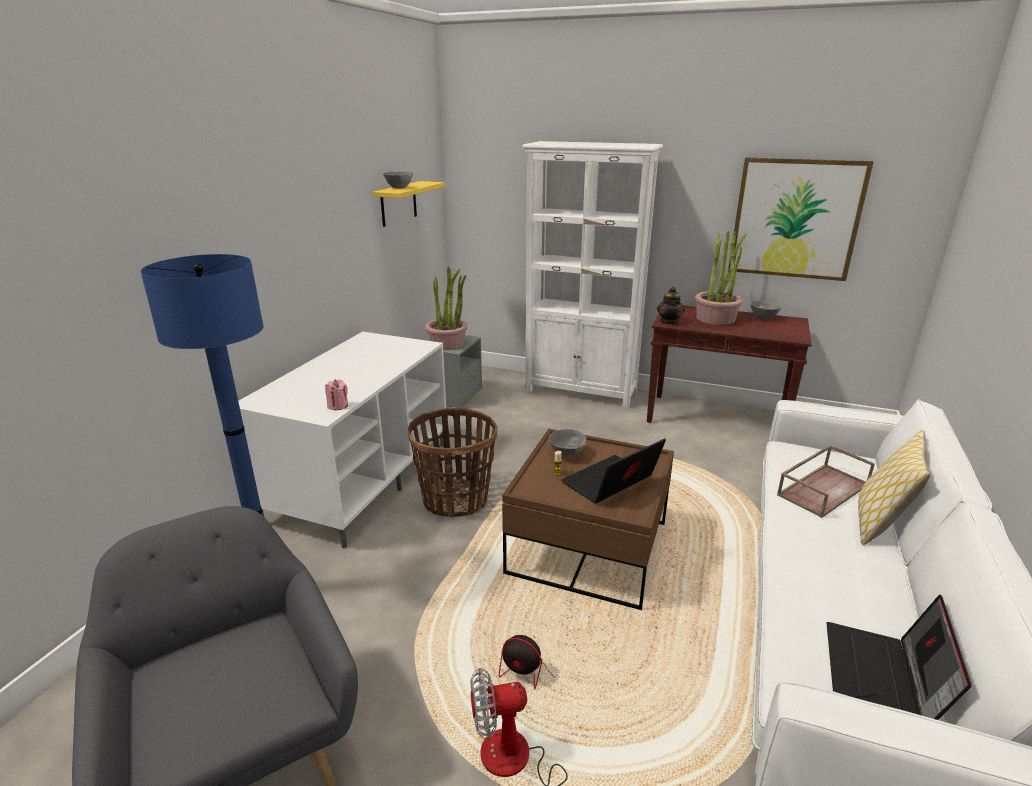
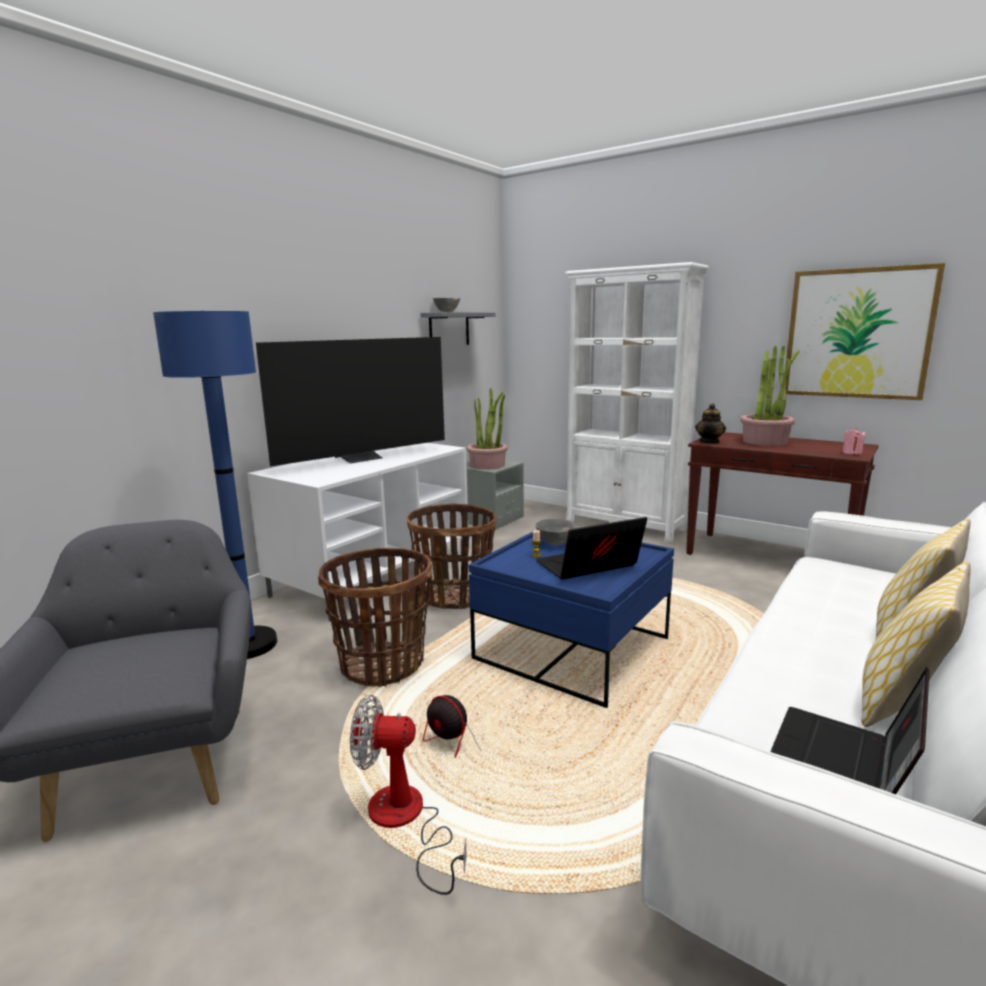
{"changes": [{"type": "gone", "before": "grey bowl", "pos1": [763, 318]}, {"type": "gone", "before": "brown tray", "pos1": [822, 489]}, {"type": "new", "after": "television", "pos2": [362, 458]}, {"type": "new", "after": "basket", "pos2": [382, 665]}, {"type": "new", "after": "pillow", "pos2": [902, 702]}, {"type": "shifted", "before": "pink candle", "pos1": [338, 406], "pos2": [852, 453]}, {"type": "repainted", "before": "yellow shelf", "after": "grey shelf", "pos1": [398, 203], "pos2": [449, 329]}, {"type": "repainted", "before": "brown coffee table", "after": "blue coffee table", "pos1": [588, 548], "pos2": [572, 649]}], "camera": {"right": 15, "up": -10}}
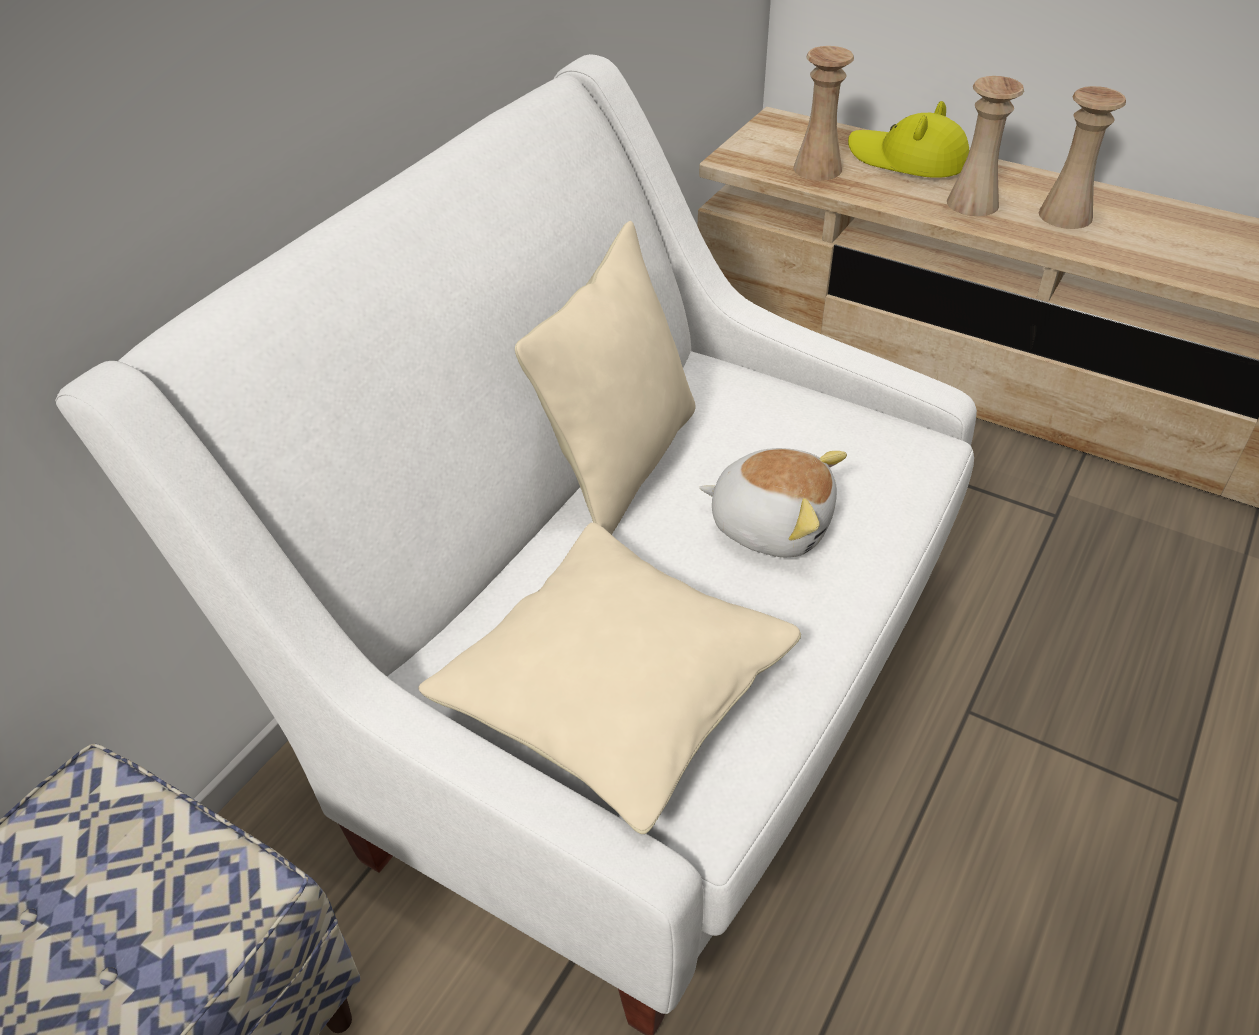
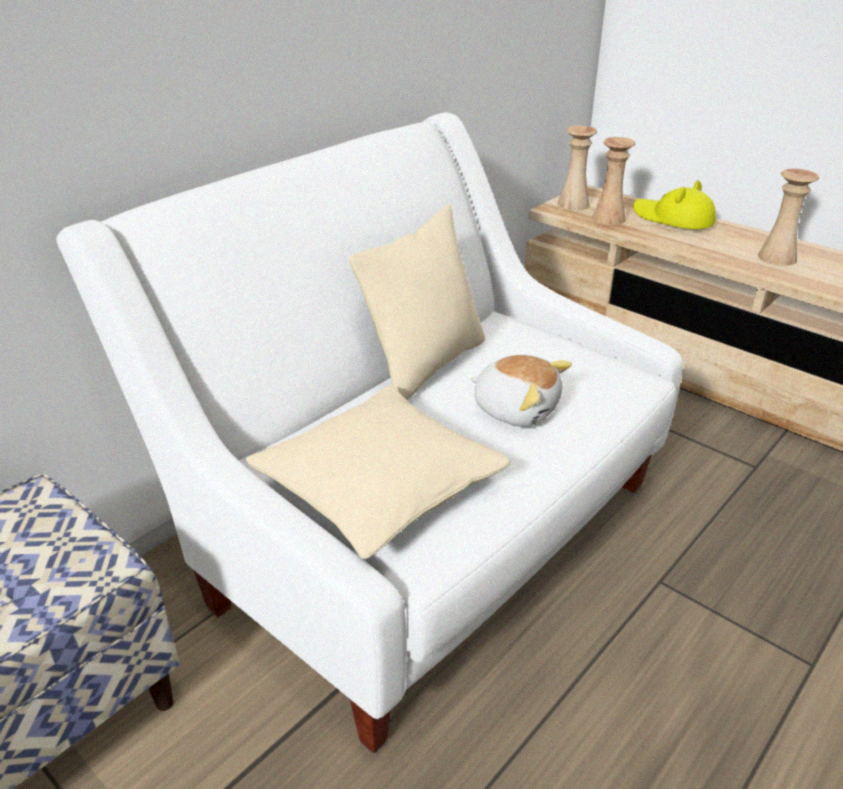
{"changes": [{"type": "shifted", "before": "beige vase", "pos1": [972, 203], "pos2": [573, 204]}], "camera": {"right": 10, "up": -10}}
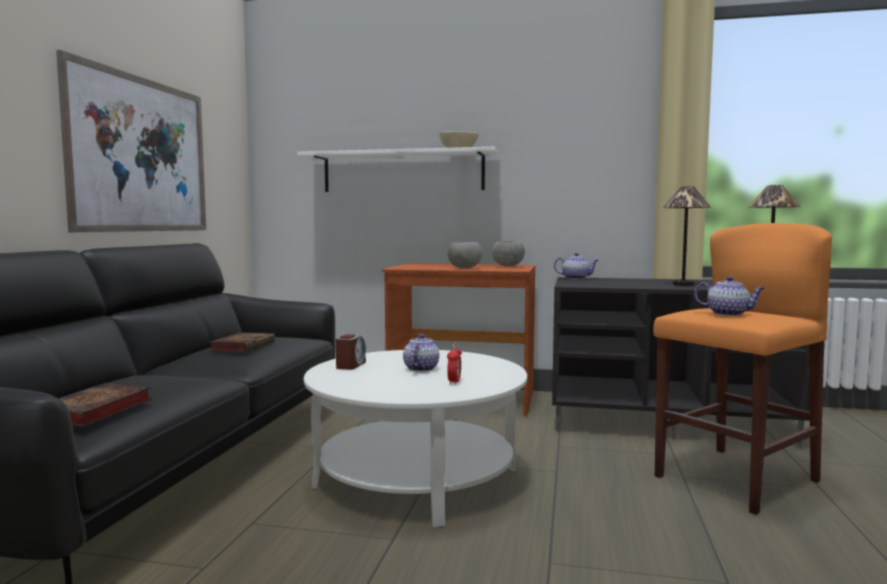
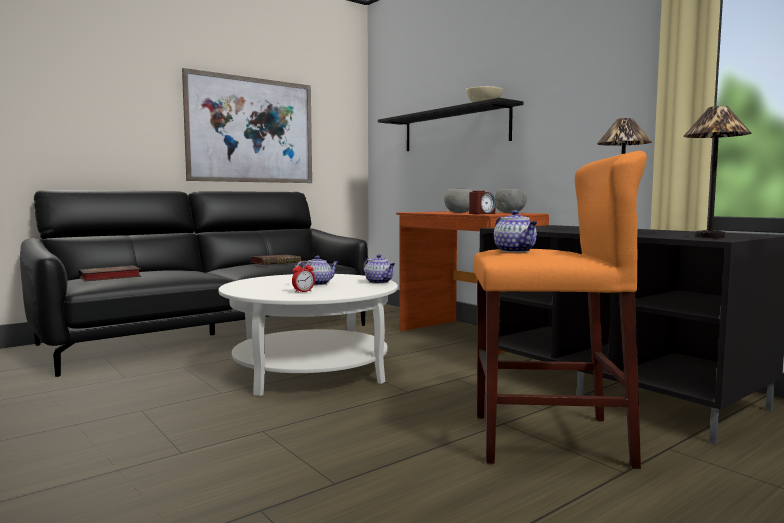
{"changes": [{"type": "shifted", "before": "alarm clock", "pos1": [350, 365], "pos2": [481, 213]}, {"type": "shifted", "before": "teapot", "pos1": [576, 278], "pos2": [379, 282]}, {"type": "repainted", "before": "white shelf", "after": "black shelf", "pos1": [402, 172], "pos2": [454, 129]}], "camera": {"right": 40, "up": 0}}
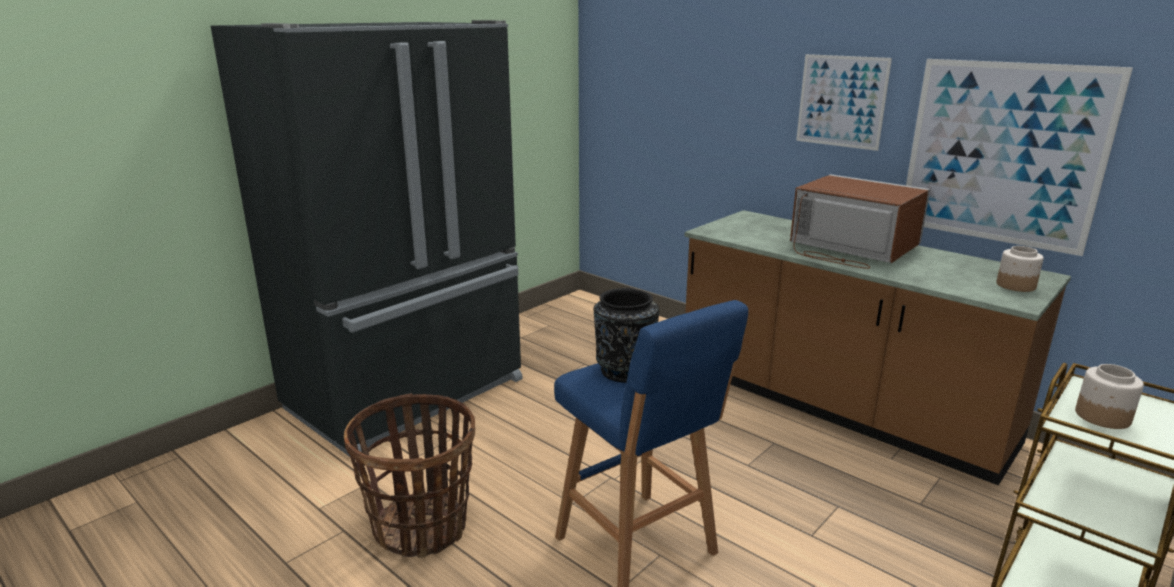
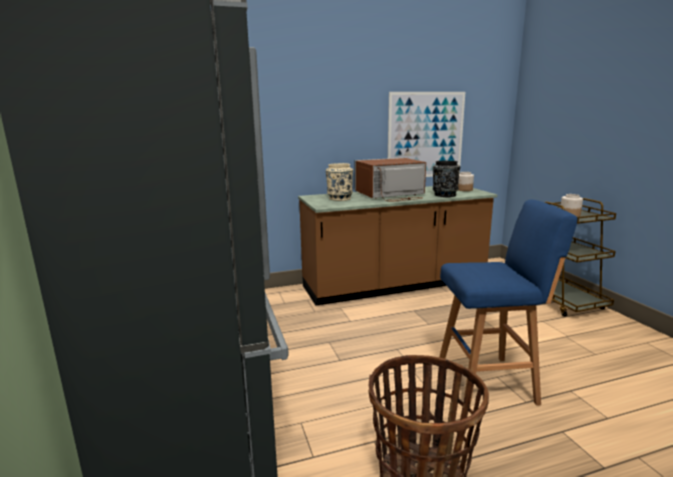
{"changes": [{"type": "gone", "before": "picture", "pos1": [841, 101]}, {"type": "new", "after": "beige vase", "pos2": [339, 198]}, {"type": "shifted", "before": "black vase", "pos1": [624, 370], "pos2": [444, 195]}], "camera": {"right": -60, "up": -5}}
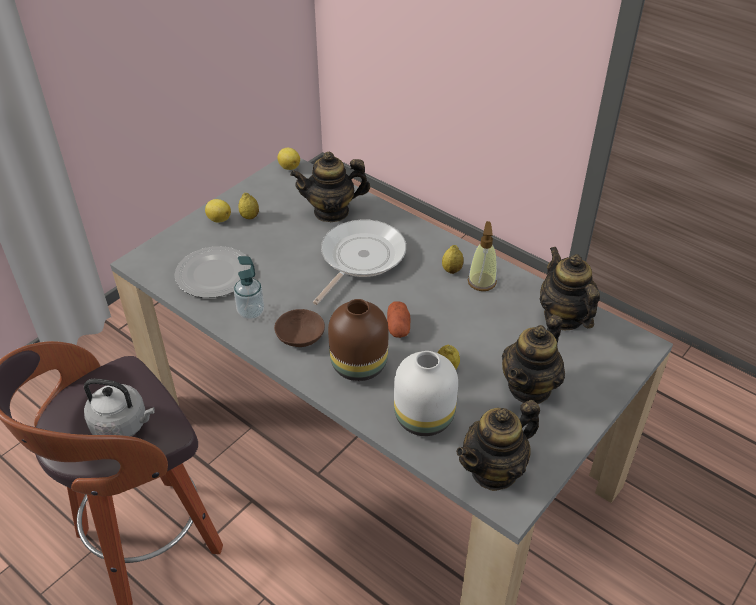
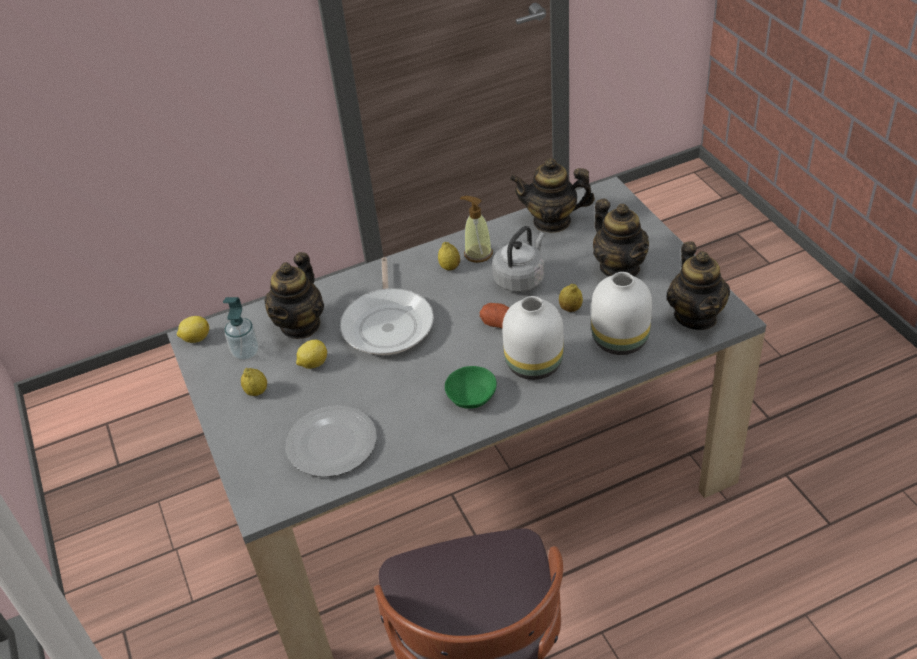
{"changes": [{"type": "shifted", "before": "grey kettle", "pos1": [123, 425], "pos2": [521, 278]}, {"type": "shifted", "before": "lemon", "pos1": [218, 219], "pos2": [313, 364]}, {"type": "shifted", "before": "soap dispenser", "pos1": [251, 312], "pos2": [246, 353]}, {"type": "repainted", "before": "brown bowl", "after": "green bowl", "pos1": [299, 338], "pos2": [472, 397]}, {"type": "repainted", "before": "brown vase", "after": "white vase", "pos1": [358, 366], "pos2": [535, 365]}, {"type": "rotated", "before": "frying pan", "pos1": [359, 258], "pos2": [388, 324], "turn": -150}], "camera": {"right": -60, "up": 0}}
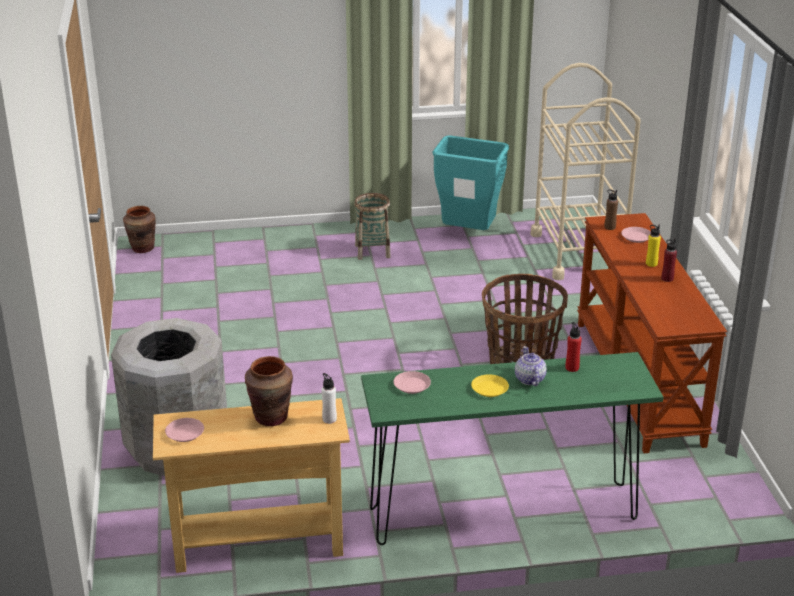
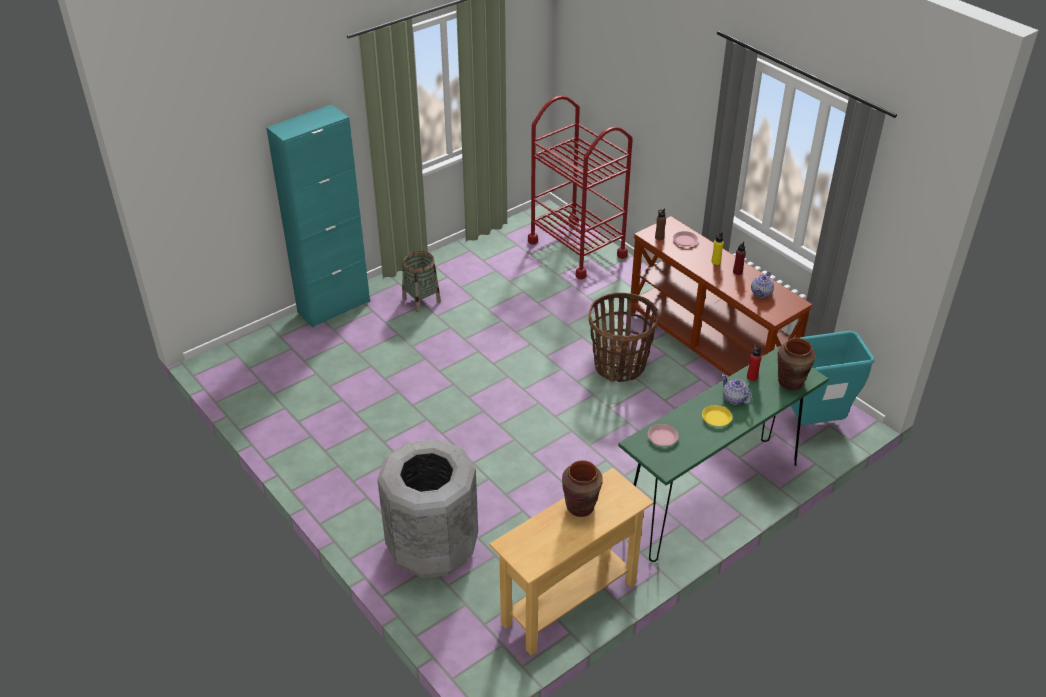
{"changes": [{"type": "gone", "before": "pink plate", "pos1": [185, 433]}, {"type": "gone", "before": "white bottle", "pos1": [329, 419]}, {"type": "new", "after": "turquoise cabinet", "pos2": [334, 307]}, {"type": "new", "after": "teapot", "pos2": [761, 293]}, {"type": "shifted", "before": "brown vase", "pos1": [142, 248], "pos2": [790, 382]}, {"type": "shifted", "before": "turquoise trash can", "pos1": [469, 234], "pos2": [815, 422]}, {"type": "repainted", "before": "beige cart", "after": "red cart", "pos1": [578, 253], "pos2": [577, 249]}], "camera": {"right": -30, "up": 10}}
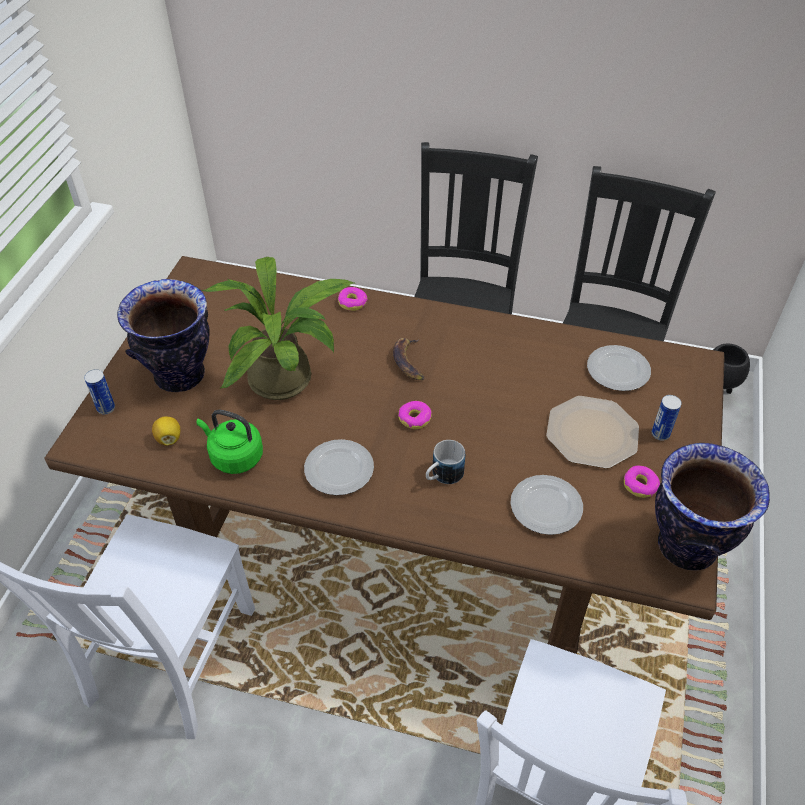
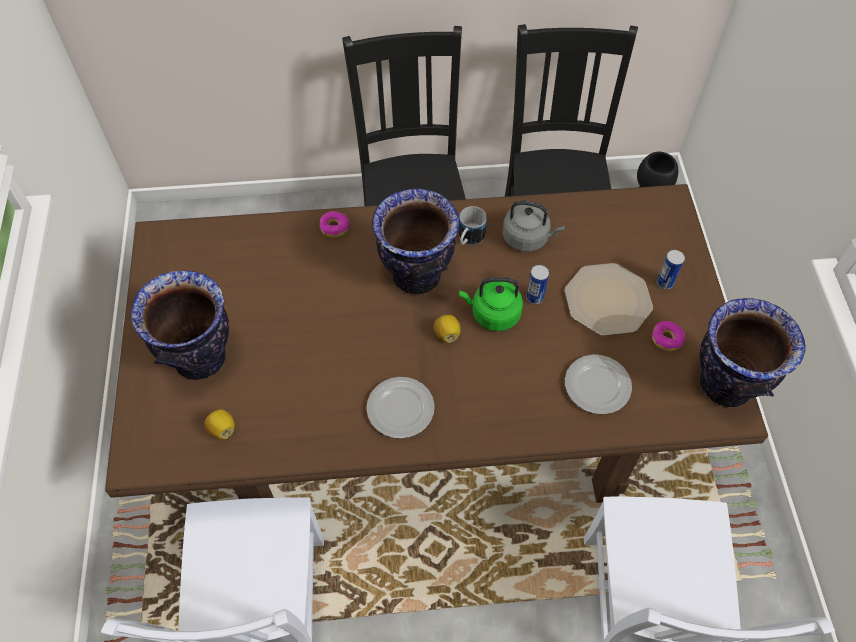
{"changes": [{"type": "gone", "before": "potted plant", "pos1": [289, 379]}, {"type": "gone", "before": "plate", "pos1": [617, 371]}, {"type": "new", "after": "grey kettle", "pos2": [527, 238]}, {"type": "shifted", "before": "can", "pos1": [106, 408], "pos2": [535, 298]}, {"type": "shifted", "before": "green kettle", "pos1": [234, 456], "pos2": [493, 314]}, {"type": "shifted", "before": "mug", "pos1": [442, 476], "pos2": [468, 239]}, {"type": "swapped", "before": "banana", "after": "vase", "pos1": [408, 361], "pos2": [415, 276]}, {"type": "swapped", "before": "donut", "after": "lemon", "pos1": [415, 418], "pos2": [447, 334]}], "camera": {"right": -20, "up": 10}}
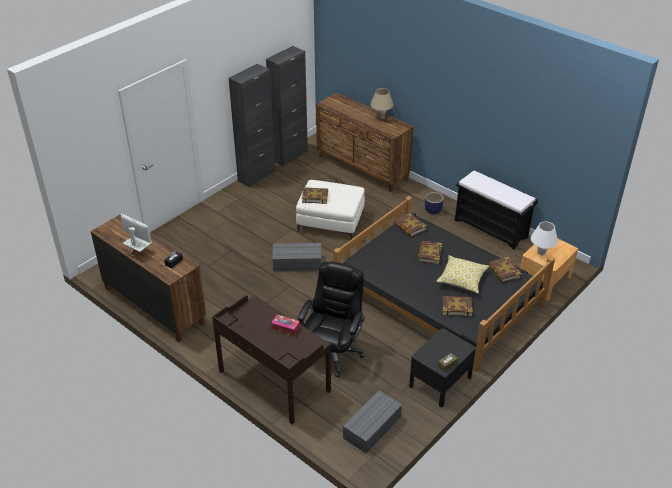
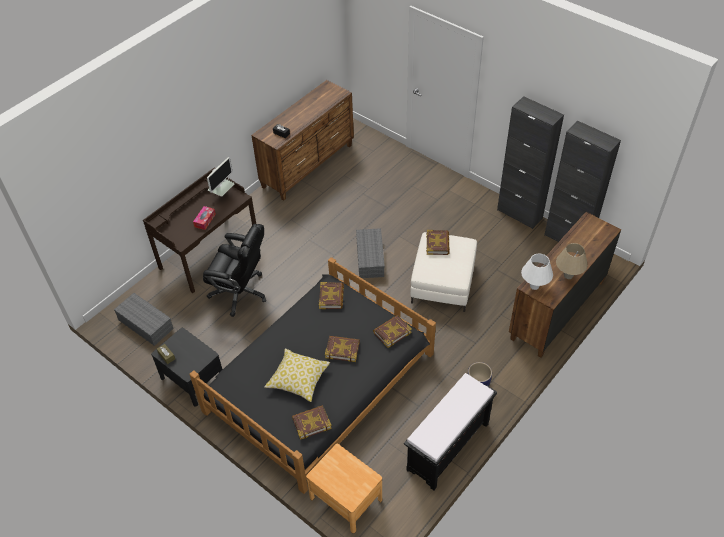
{"changes": [{"type": "shifted", "before": "monitor", "pos1": [138, 252], "pos2": [222, 195]}, {"type": "shifted", "before": "book", "pos1": [456, 307], "pos2": [331, 297]}, {"type": "shifted", "before": "white table lamp", "pos1": [541, 252], "pos2": [534, 286]}], "camera": {"right": 90, "up": 10}}
